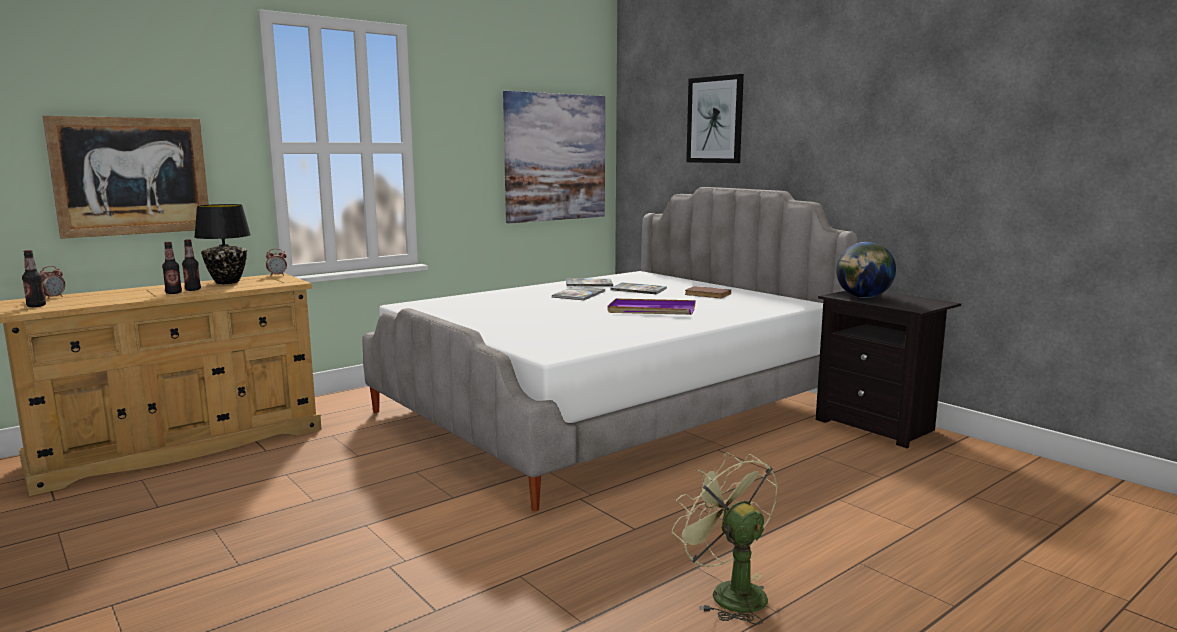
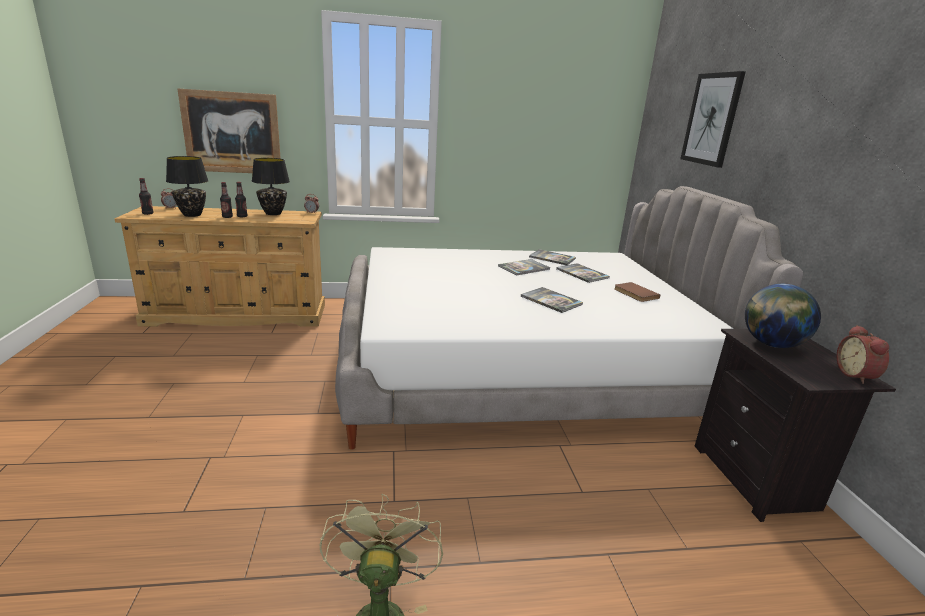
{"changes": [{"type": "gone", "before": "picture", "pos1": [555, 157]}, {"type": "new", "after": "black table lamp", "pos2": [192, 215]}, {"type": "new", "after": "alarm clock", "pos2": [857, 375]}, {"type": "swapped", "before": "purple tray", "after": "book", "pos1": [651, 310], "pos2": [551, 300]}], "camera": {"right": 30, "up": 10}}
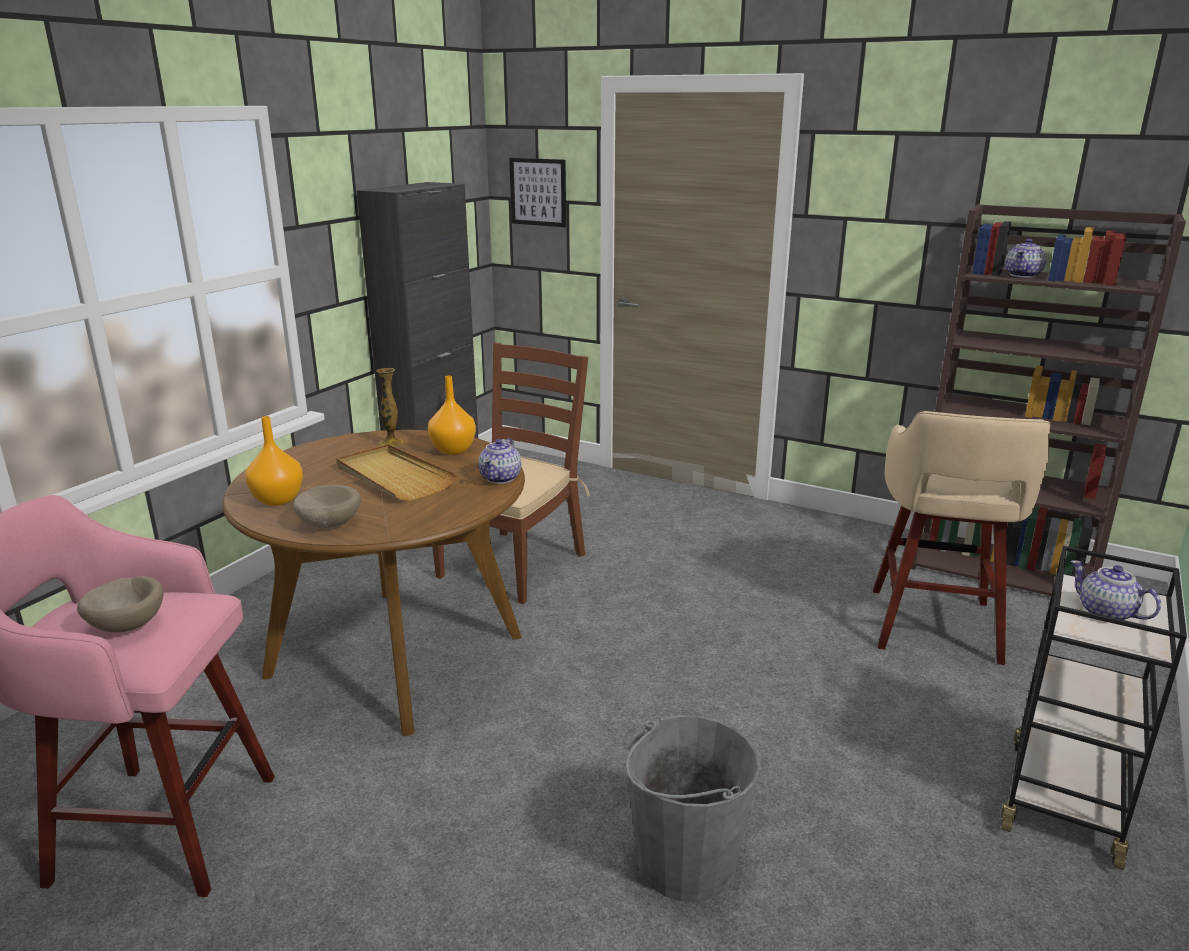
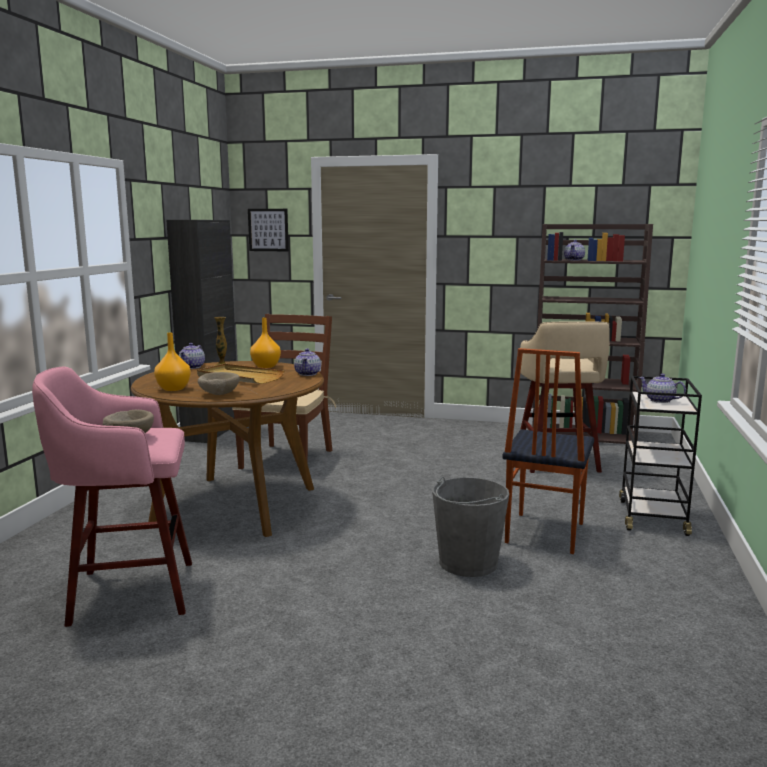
{"changes": [{"type": "new", "after": "teapot", "pos2": [192, 367]}, {"type": "new", "after": "chair", "pos2": [543, 533]}], "camera": {"right": -15, "up": -10}}
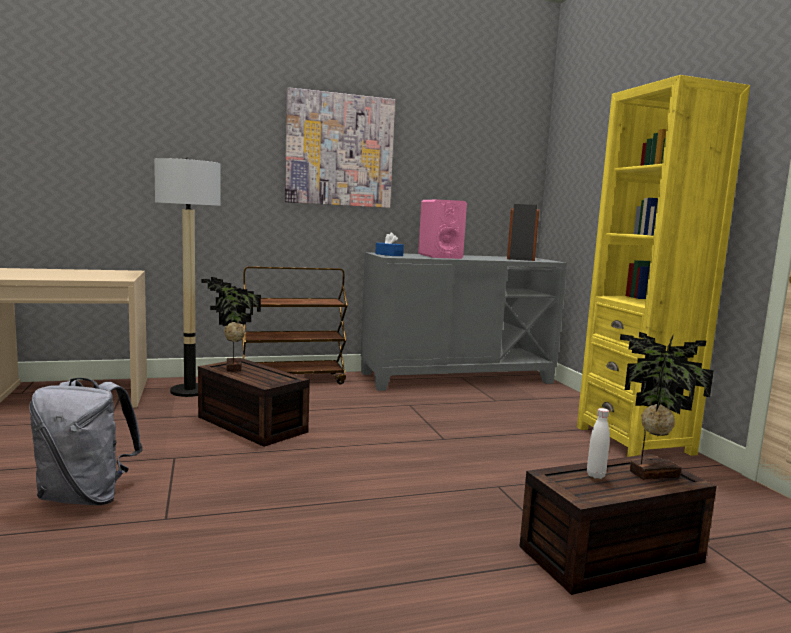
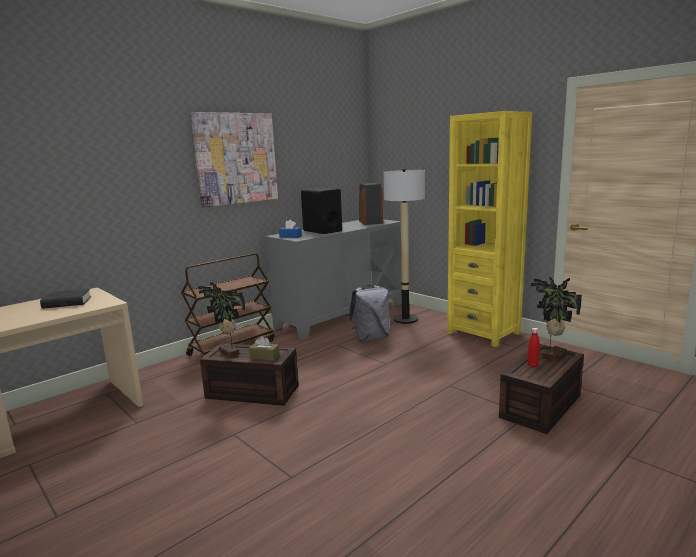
{"changes": [{"type": "new", "after": "black book", "pos2": [67, 302]}, {"type": "new", "after": "brown tissue box", "pos2": [264, 357]}, {"type": "shifted", "before": "grey backpack", "pos1": [86, 497], "pos2": [371, 338]}, {"type": "shifted", "before": "floor lamp", "pos1": [190, 391], "pos2": [405, 319]}, {"type": "repainted", "before": "pink speaker", "after": "black speaker", "pos1": [439, 256], "pos2": [322, 231]}, {"type": "repainted", "before": "white bottle", "after": "red bottle", "pos1": [595, 475], "pos2": [532, 365]}], "camera": {"right": -25, "up": 5}}
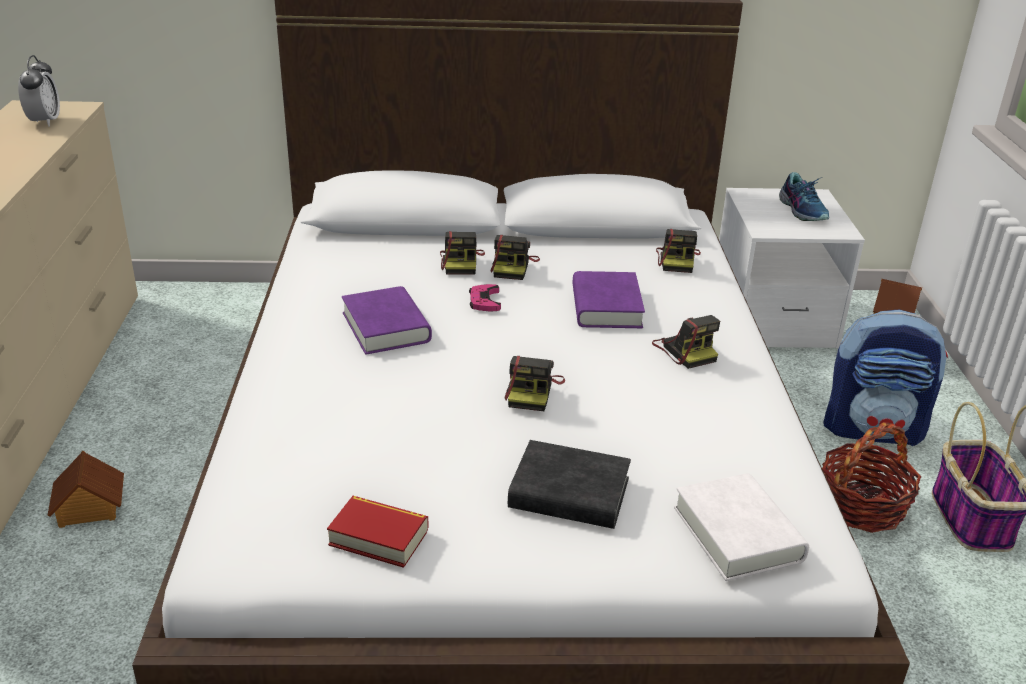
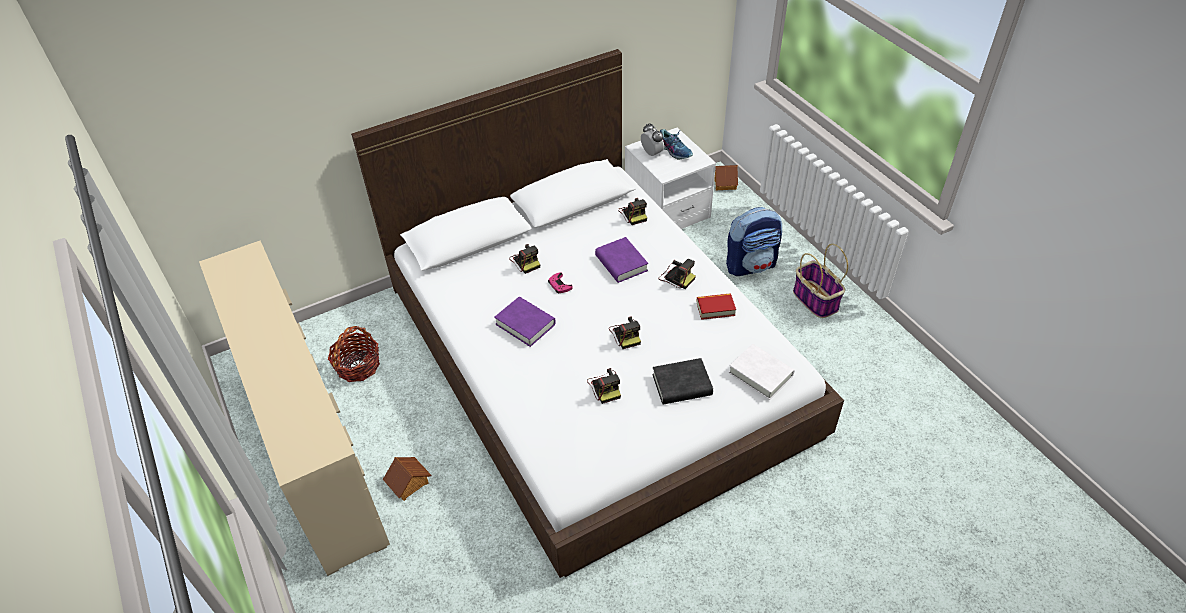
{"changes": [{"type": "shifted", "before": "alarm clock", "pos1": [44, 122], "pos2": [652, 153]}, {"type": "shifted", "before": "book", "pos1": [379, 537], "pos2": [715, 309]}, {"type": "shifted", "before": "photo camera", "pos1": [513, 267], "pos2": [605, 387]}, {"type": "shifted", "before": "basket", "pos1": [862, 506], "pos2": [358, 366]}], "camera": {"right": -25, "up": 15}}
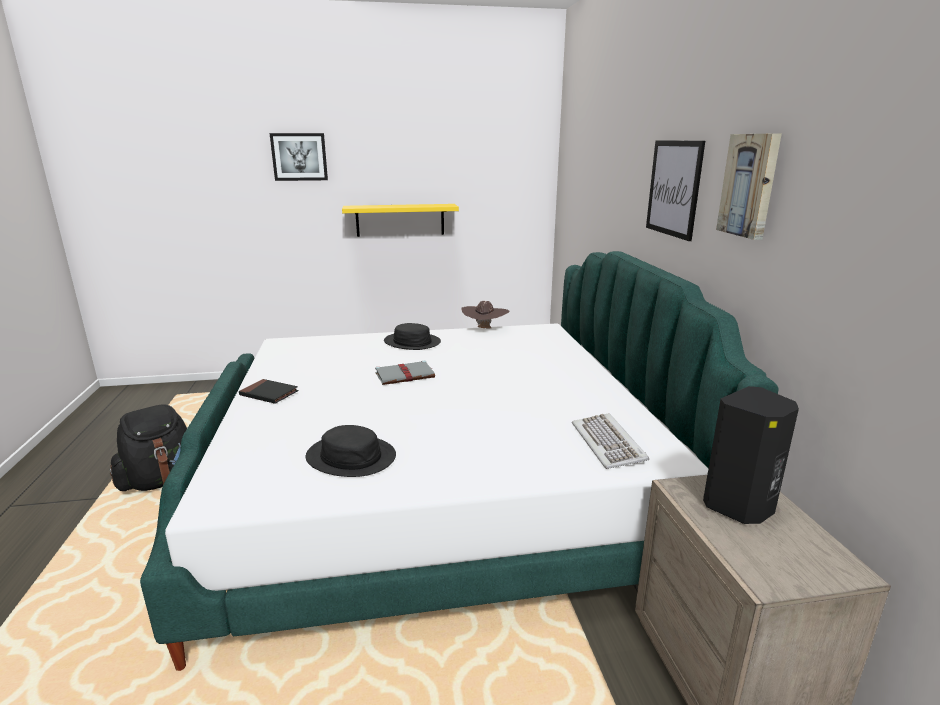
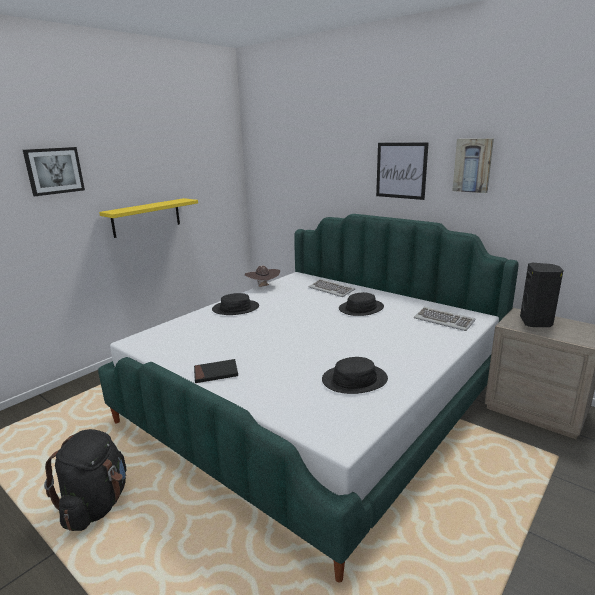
{"changes": [{"type": "gone", "before": "grey book", "pos1": [406, 375]}, {"type": "new", "after": "keyboard", "pos2": [332, 290]}, {"type": "new", "after": "black hat", "pos2": [361, 308]}], "camera": {"right": -40, "up": 0}}
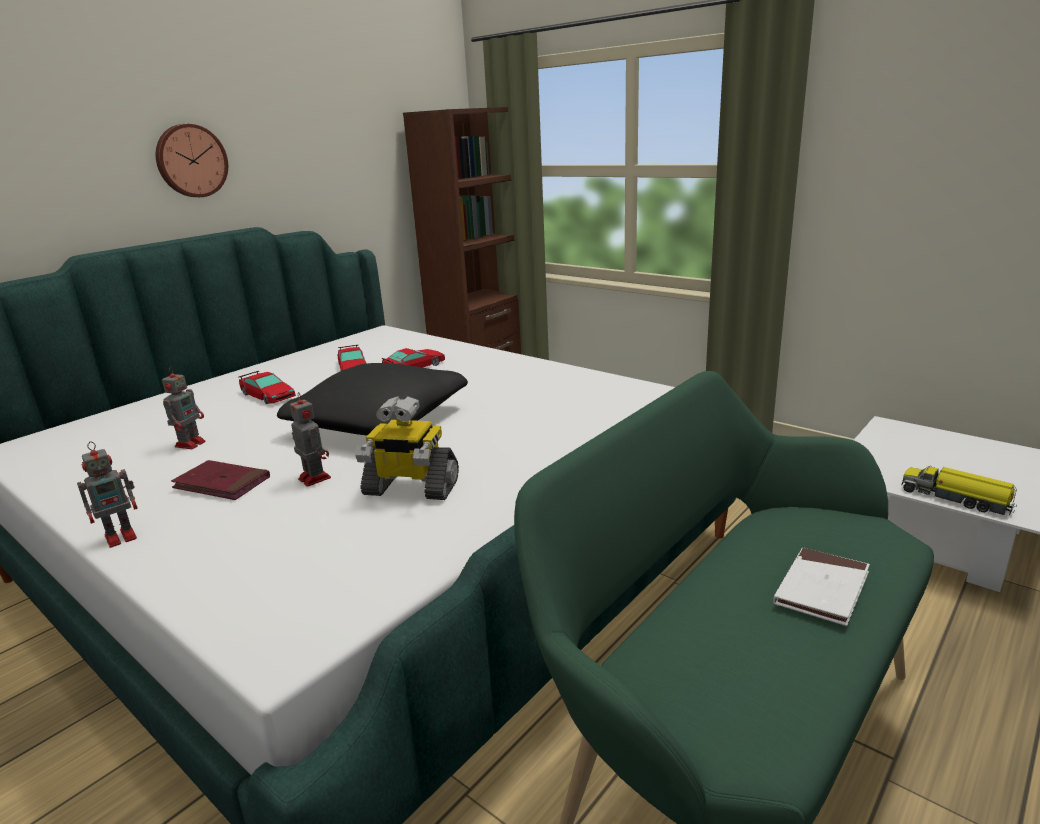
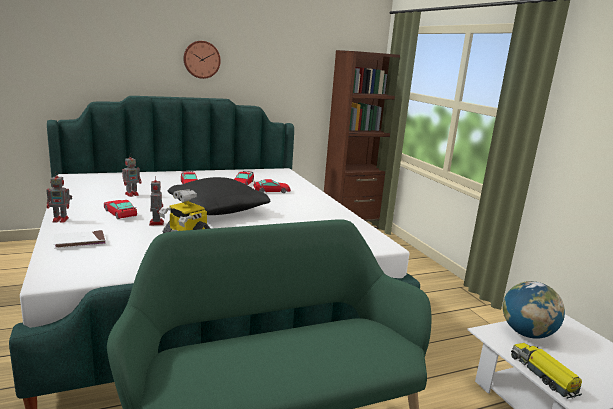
{"changes": [{"type": "new", "after": "globe", "pos2": [527, 333]}, {"type": "shifted", "before": "white book", "pos1": [821, 589], "pos2": [80, 242]}, {"type": "swapped", "before": "red book", "after": "toy car", "pos1": [222, 484], "pos2": [120, 213]}], "camera": {"right": 25, "up": -5}}
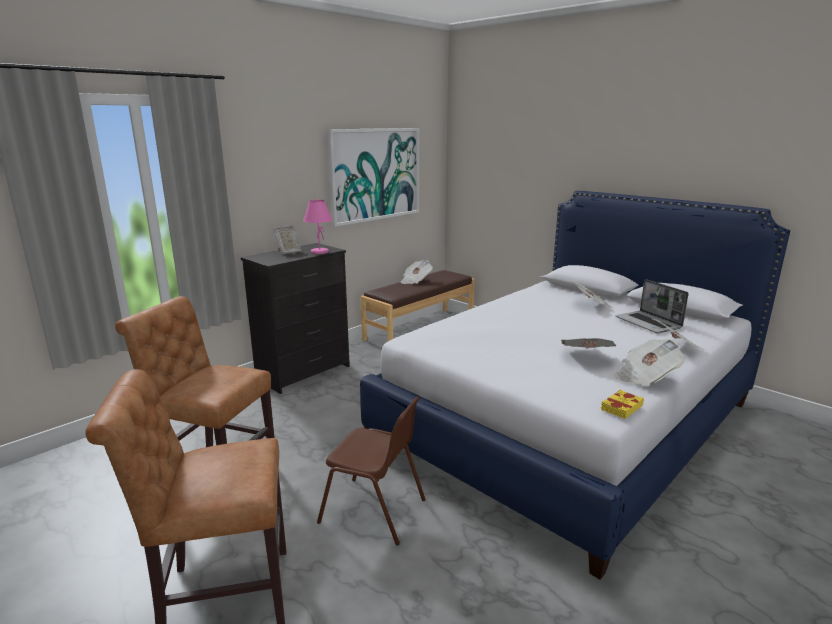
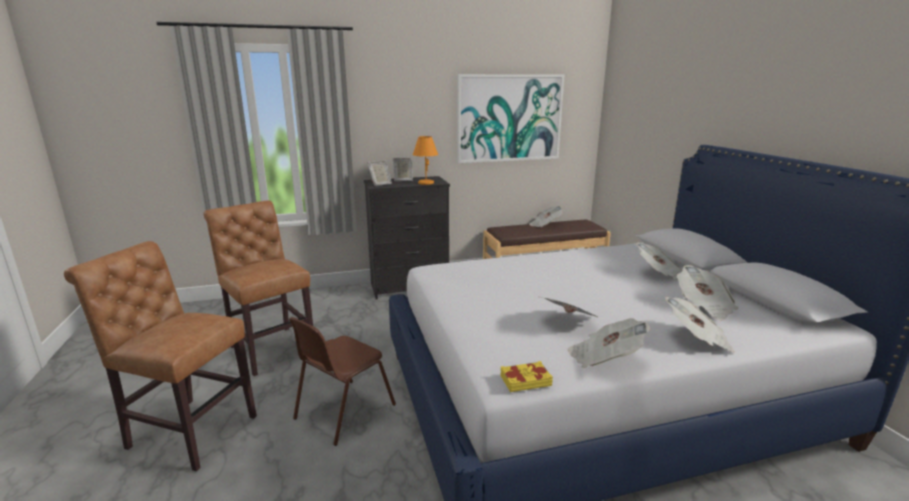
{"changes": [{"type": "new", "after": "picture frame", "pos2": [380, 184]}, {"type": "swapped", "before": "laptop", "after": "newspaper", "pos1": [649, 323], "pos2": [704, 306]}, {"type": "repainted", "before": "pink table lamp", "after": "orange table lamp", "pos1": [319, 252], "pos2": [425, 183]}, {"type": "rotated", "before": "brown chair", "pos1": [374, 511], "pos2": [343, 412], "turn": 75}], "camera": {"right": 30, "up": 0}}
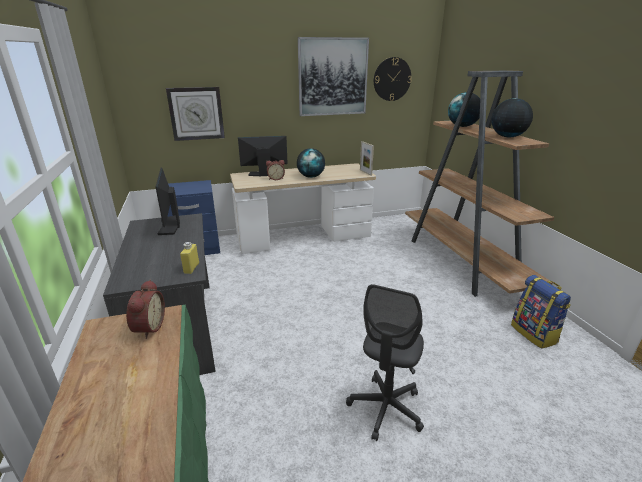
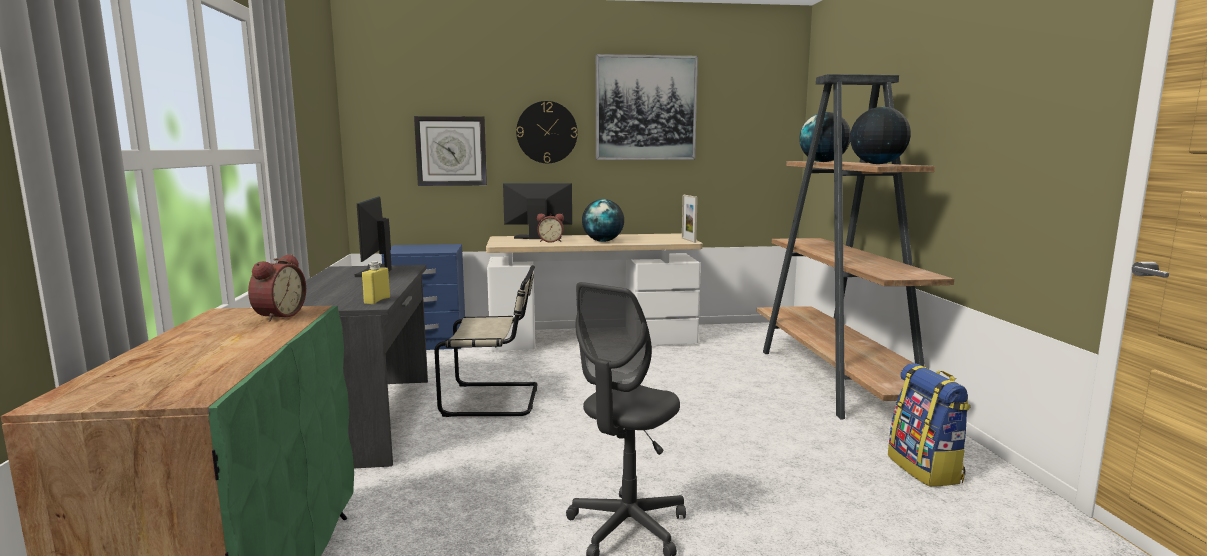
{"changes": [{"type": "new", "after": "beige chair", "pos2": [495, 400]}, {"type": "shifted", "before": "wall clock", "pos1": [392, 79], "pos2": [547, 132]}], "camera": {"right": 10, "up": -15}}
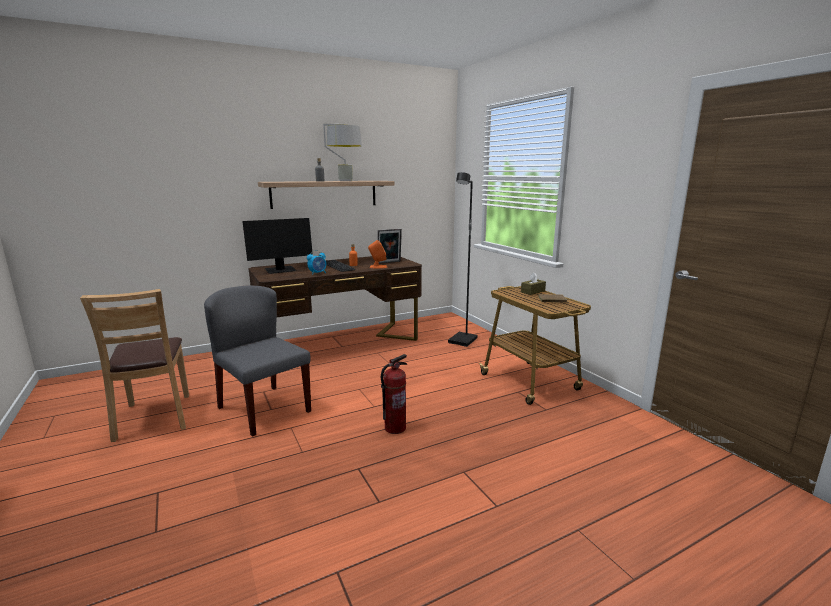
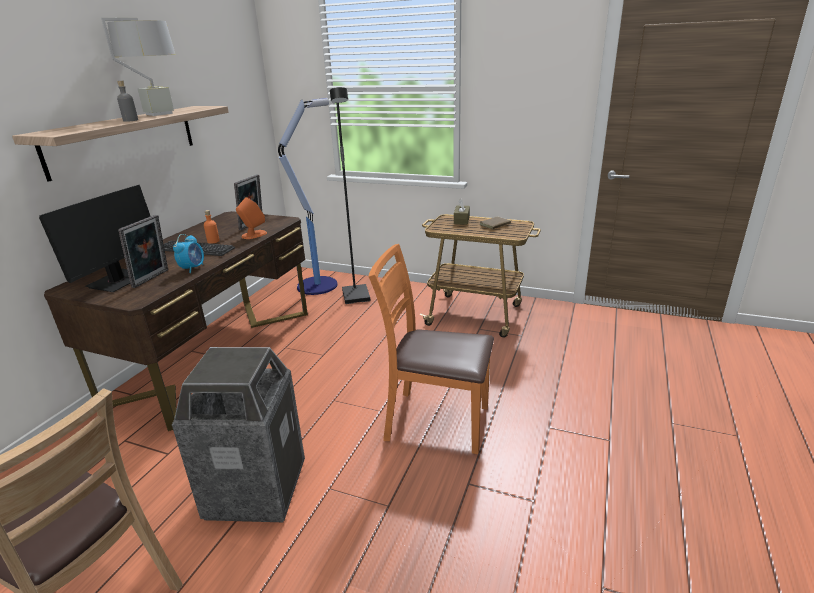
{"changes": [{"type": "new", "after": "picture frame", "pos2": [153, 279]}, {"type": "new", "after": "floor lamp", "pos2": [319, 285]}, {"type": "swapped", "before": "grey chair", "after": "trash can", "pos1": [263, 409], "pos2": [256, 489]}, {"type": "swapped", "before": "fire extinguisher", "after": "orange chair", "pos1": [395, 428], "pos2": [436, 421]}], "camera": {"right": -40, "up": 10}}
